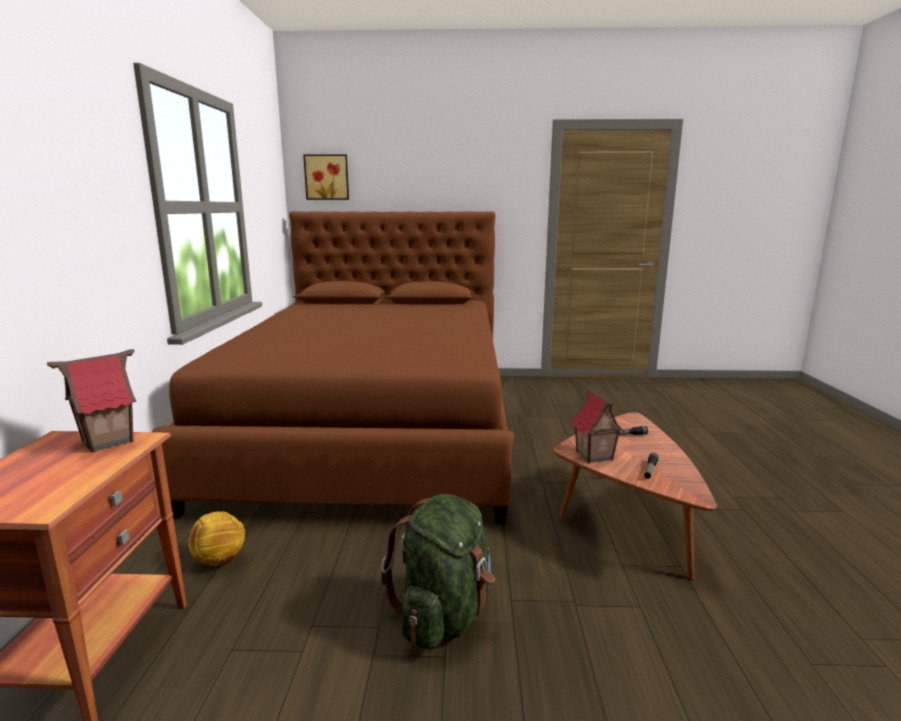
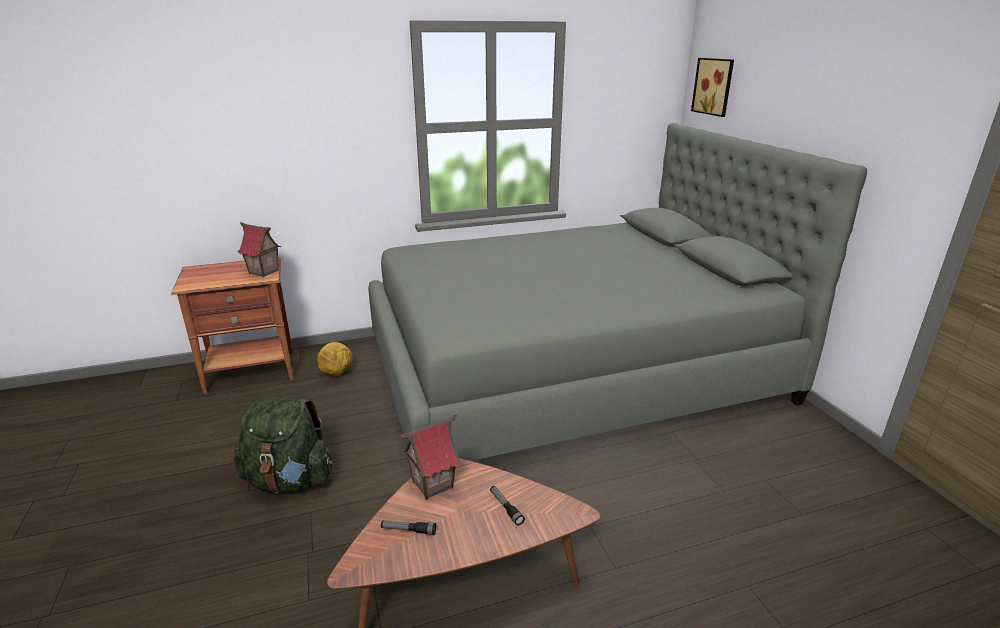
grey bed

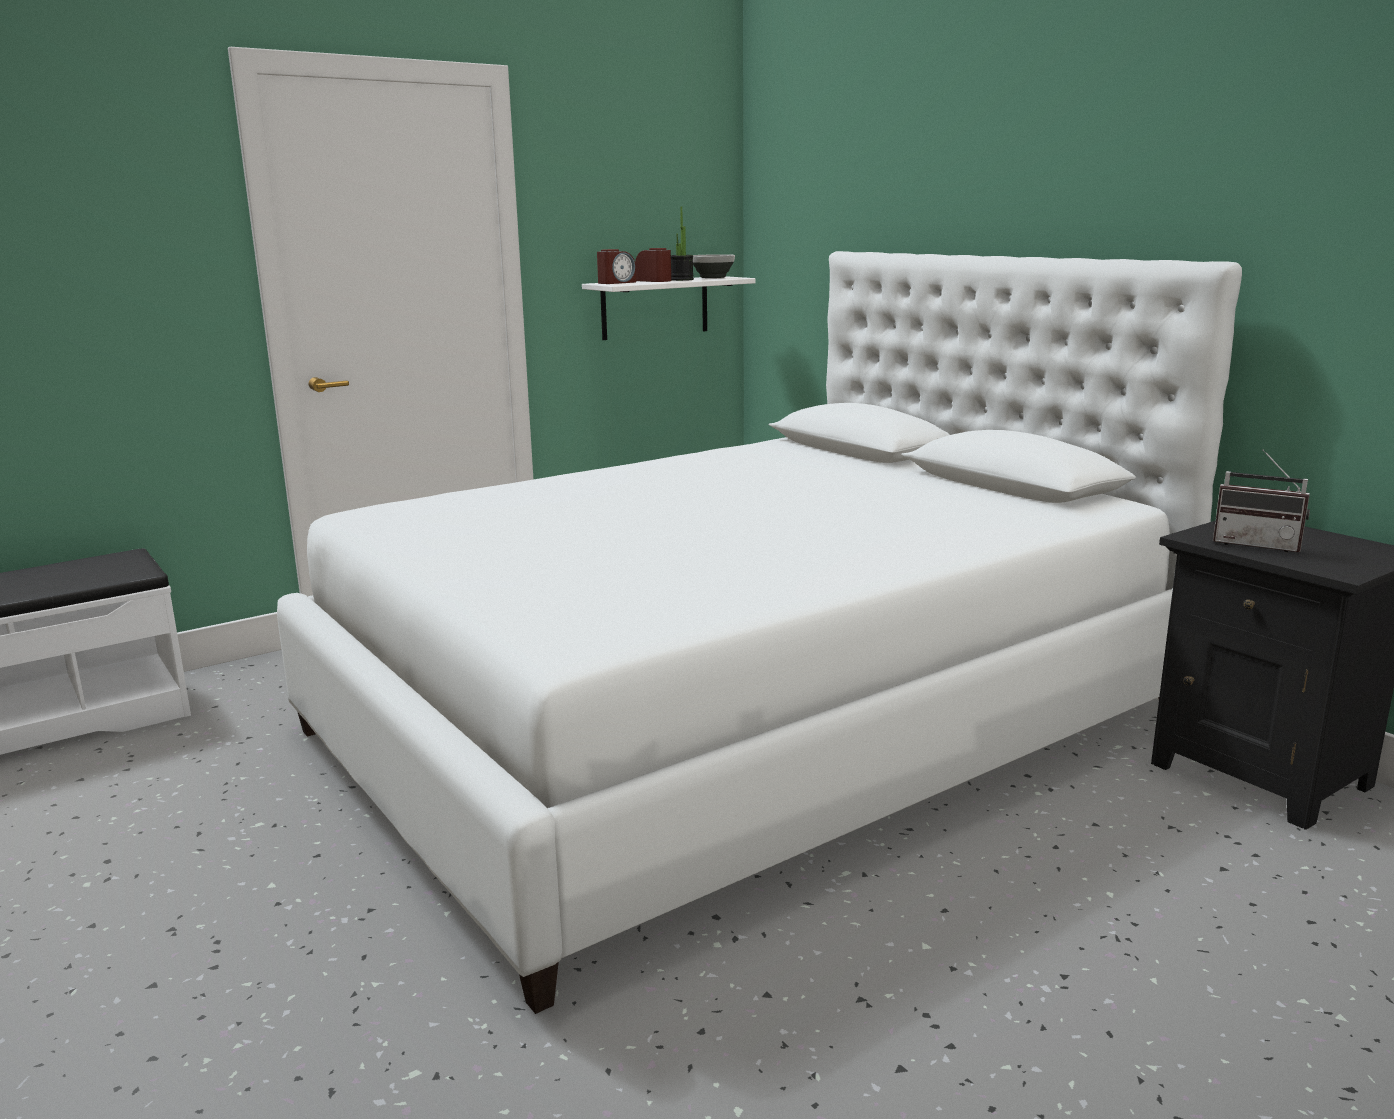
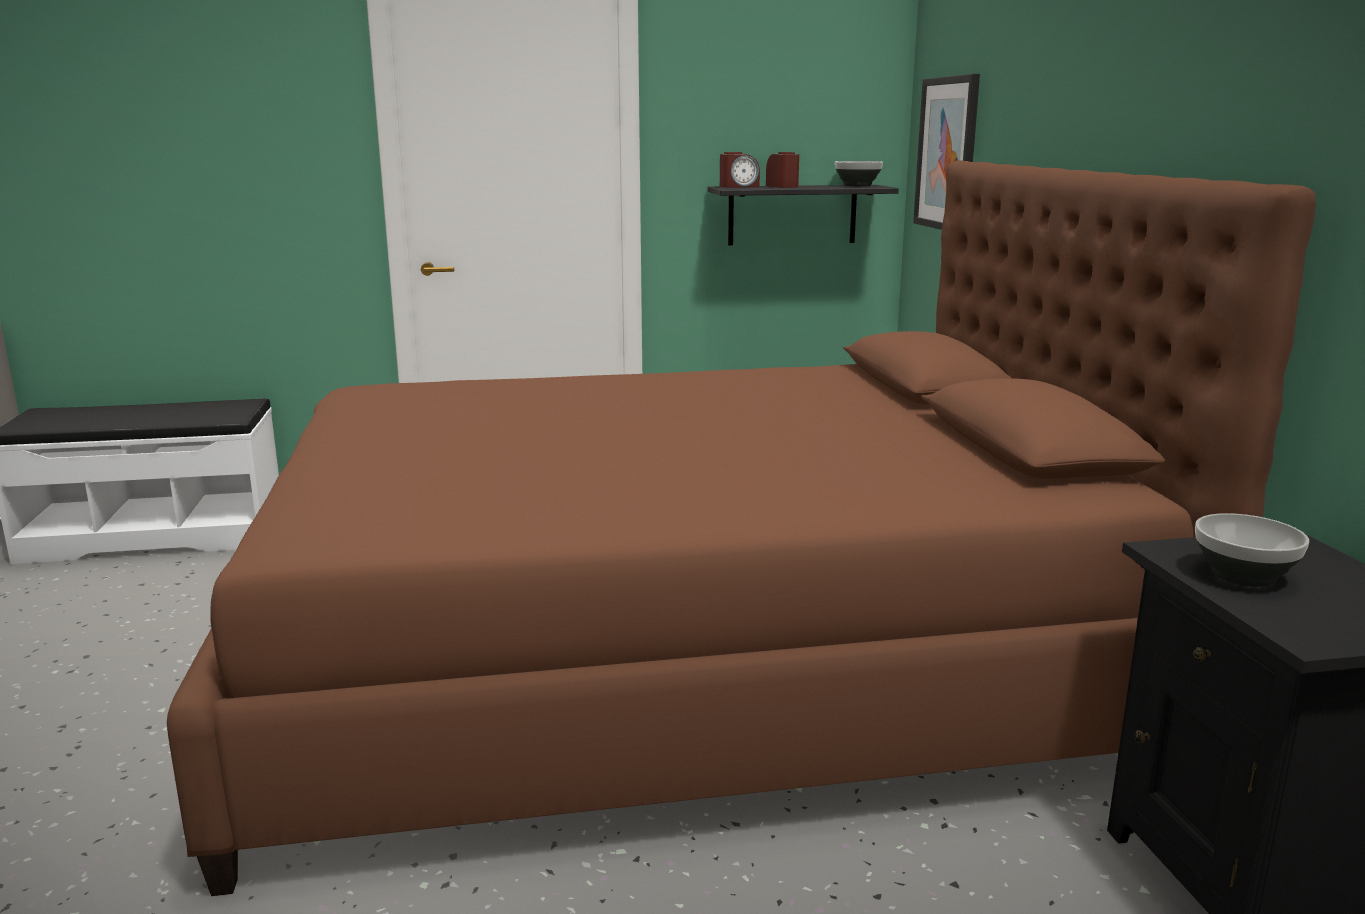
potted plant
picture
bowl (no. 2 from left)
brown bed
black shelf

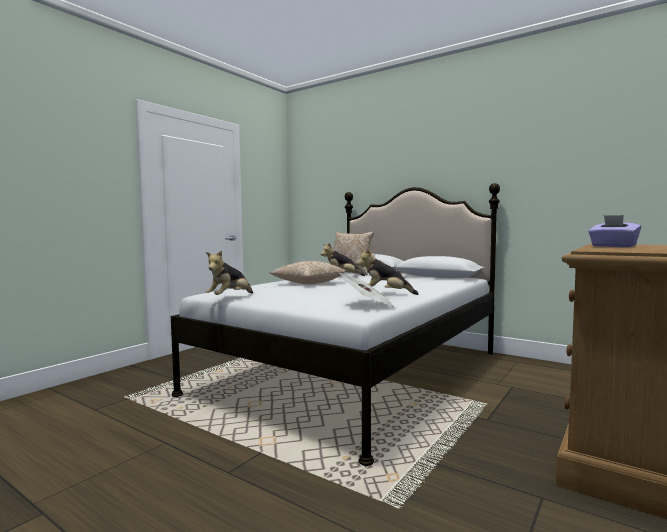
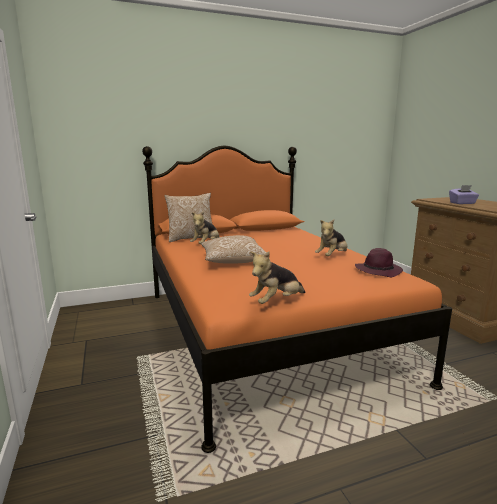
purple hat
orange bed
plush toy (no. 2 from left)

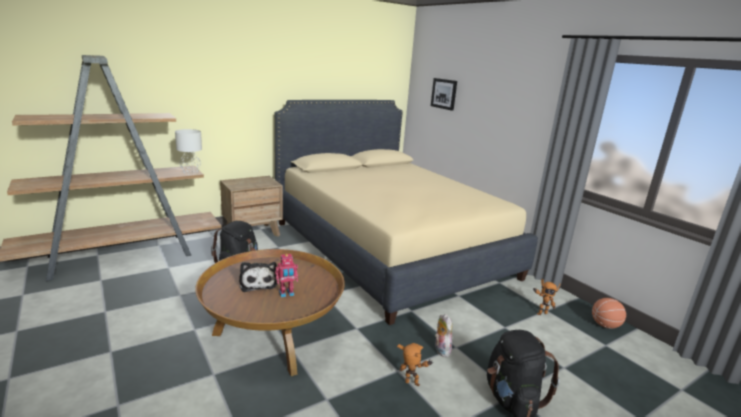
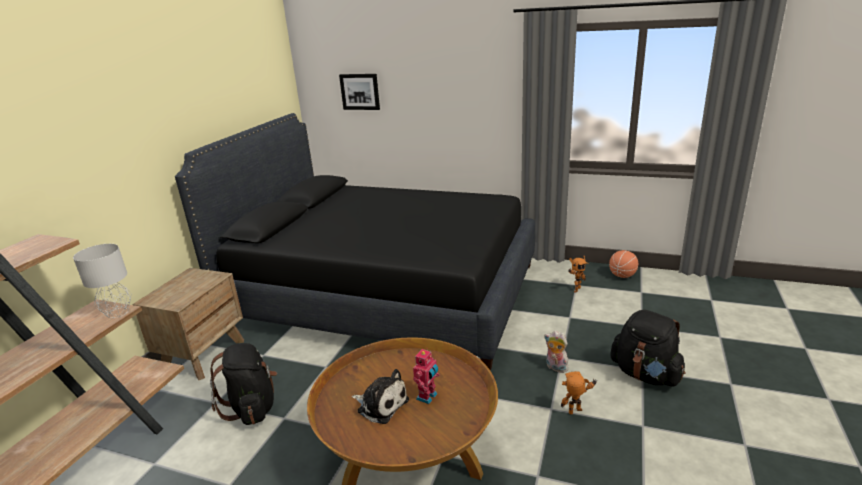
black bed

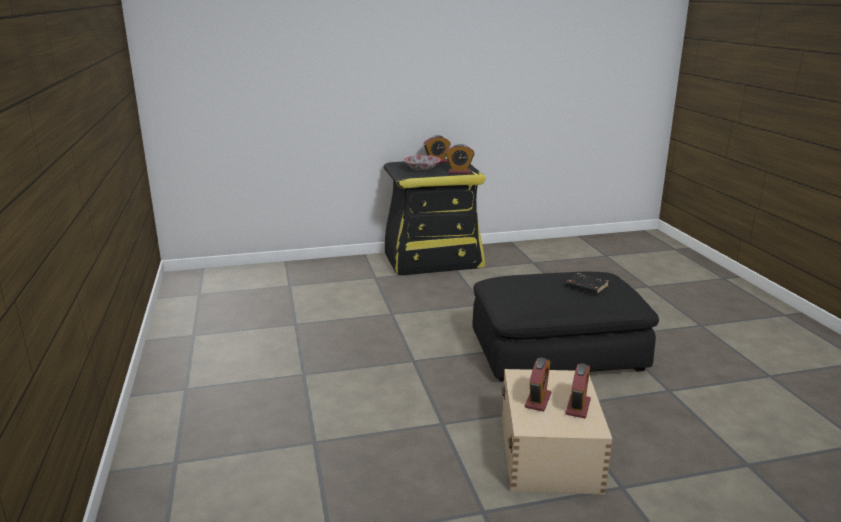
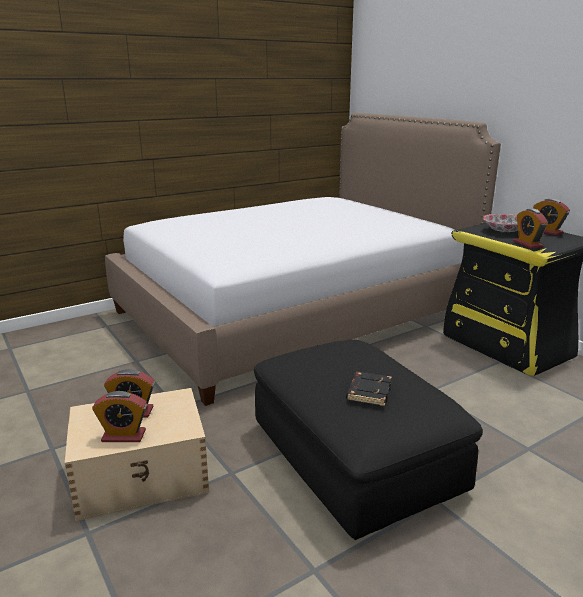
bed

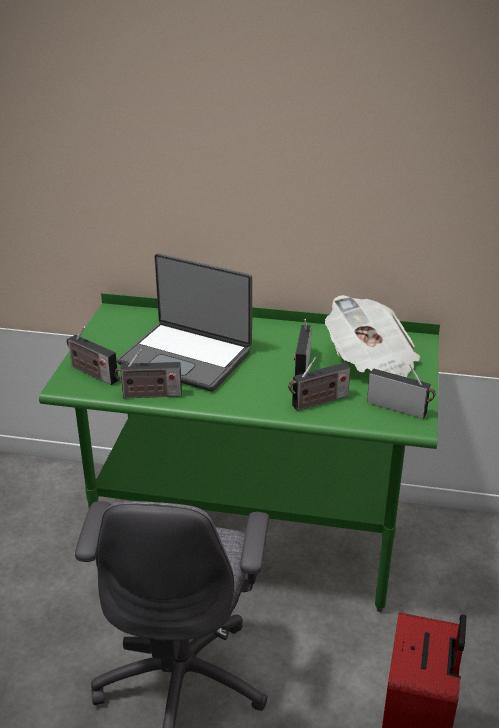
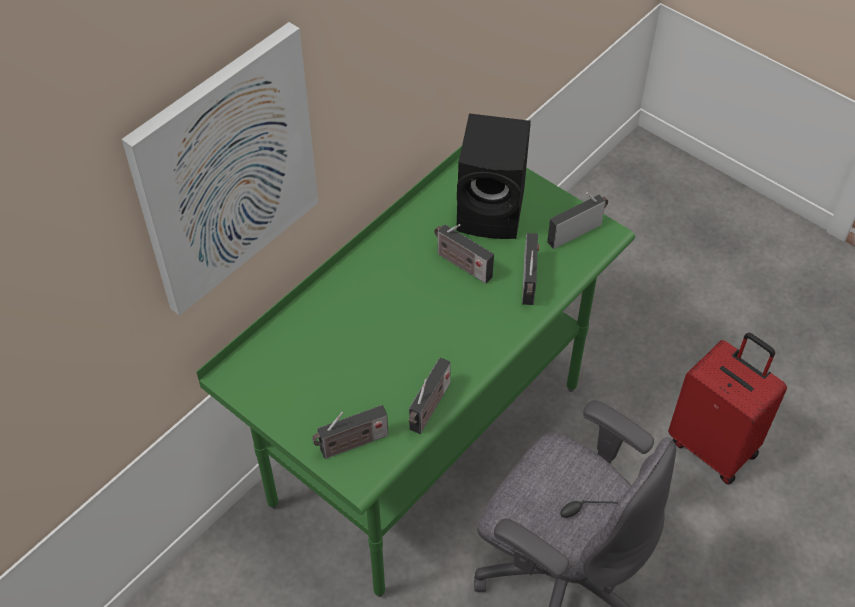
laptop
picture
black speaker

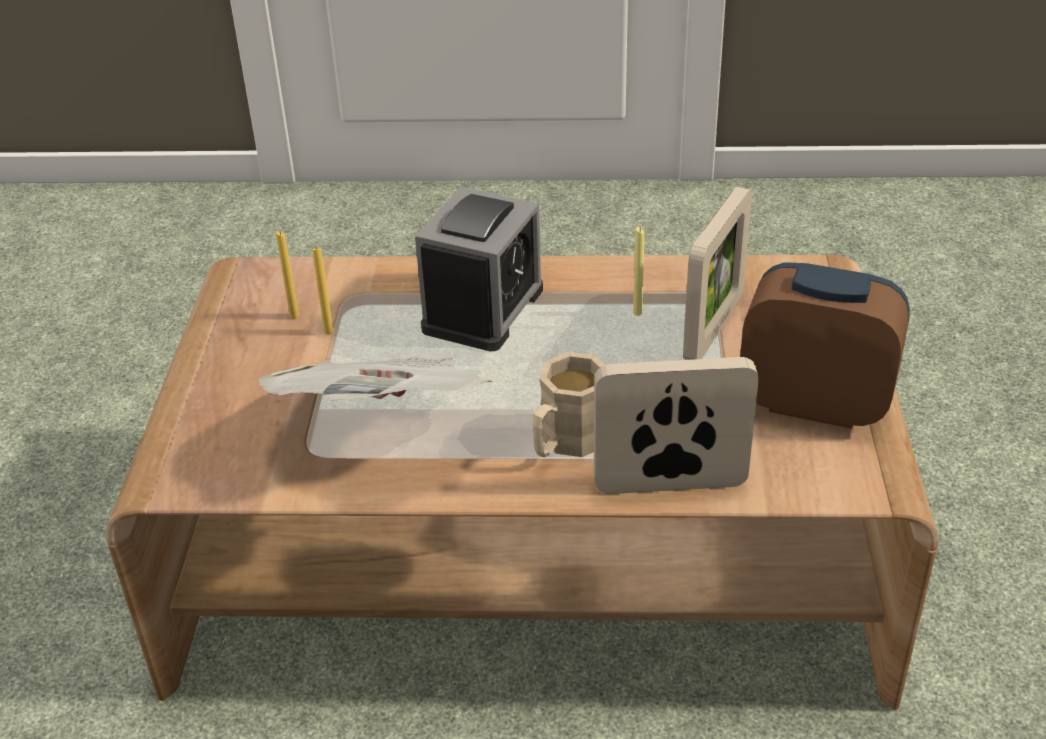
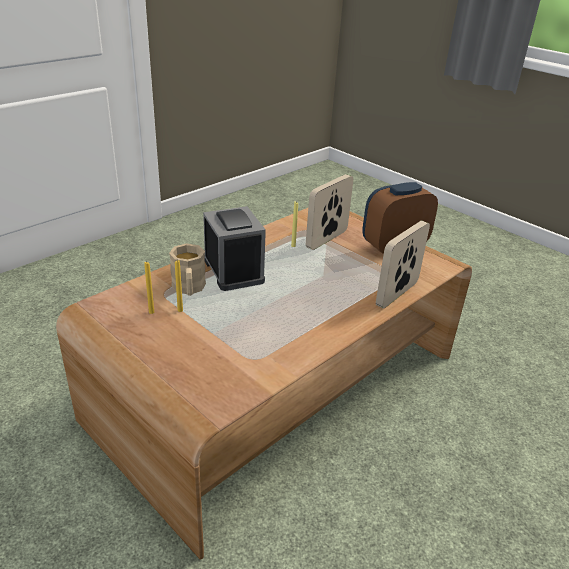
newspaper
beige mug
picture frame (no. 1 from left)

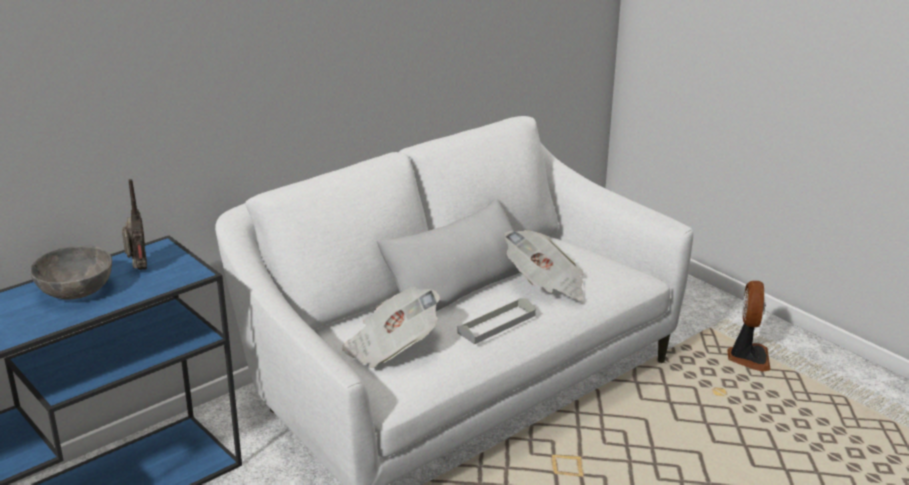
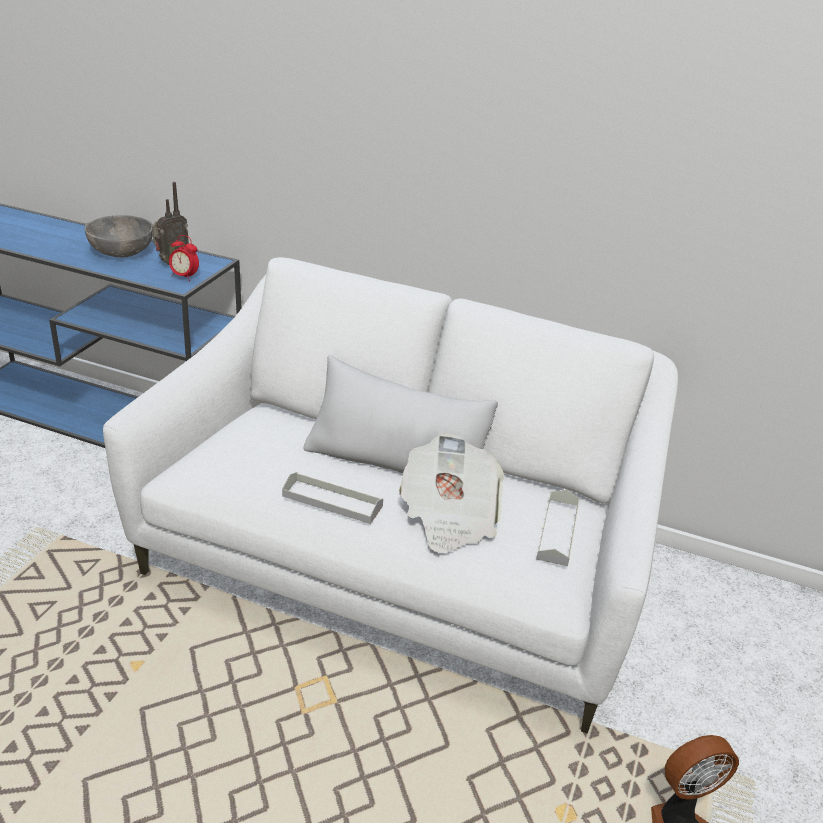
newspaper (no. 1 from left in the first image)
alarm clock
grey tray (no. 2 from left)

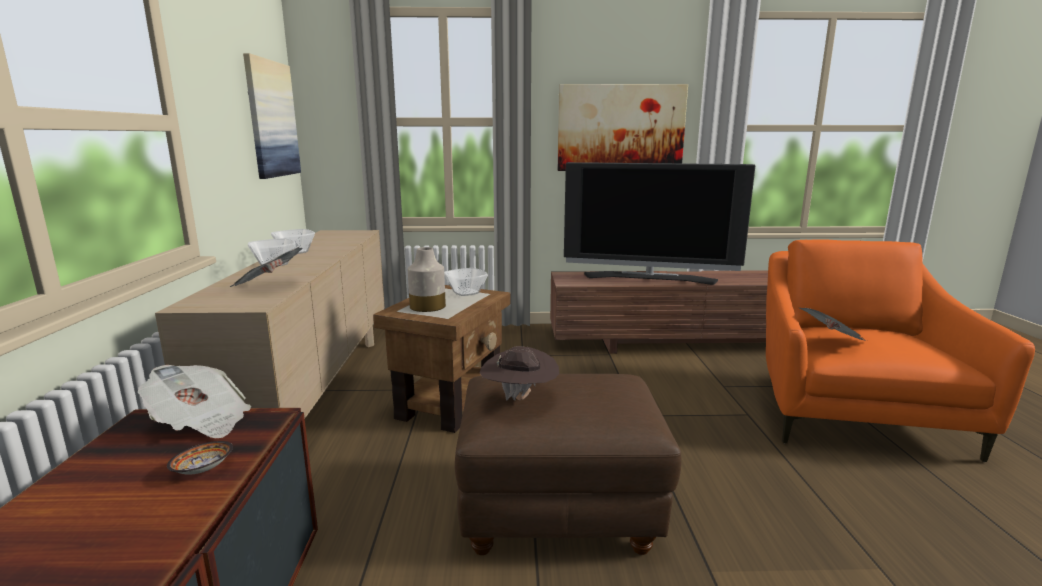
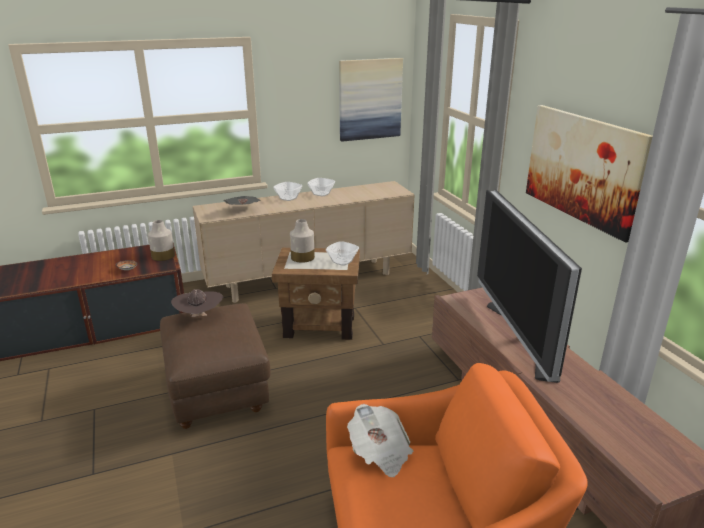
beige vase (no. 1 from left)

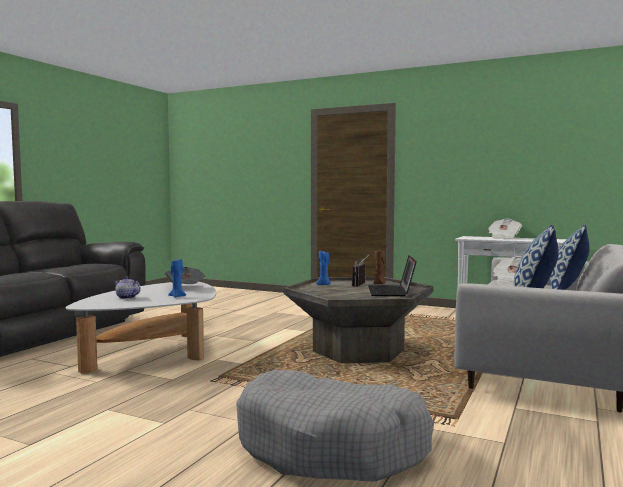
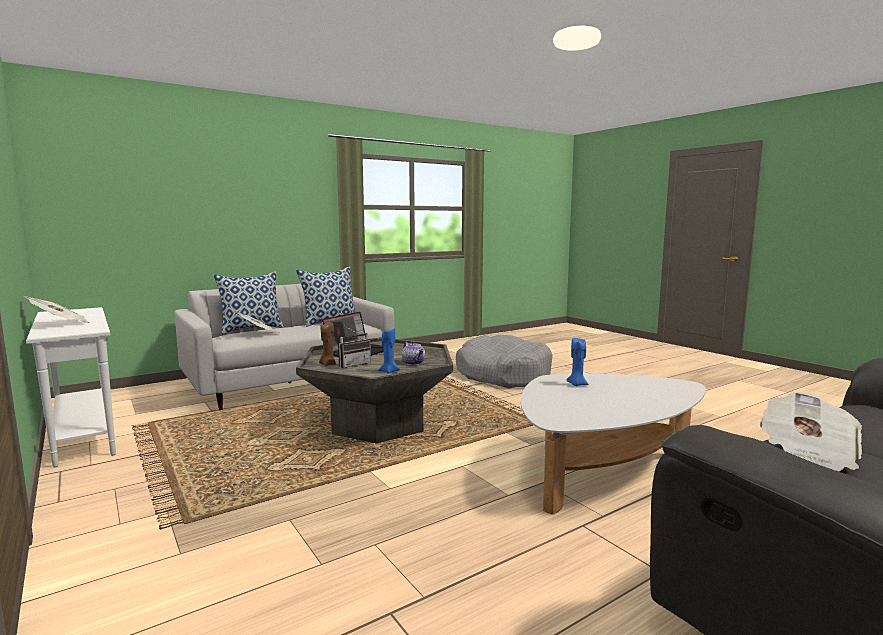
teapot
newspaper (no. 3 from left)

